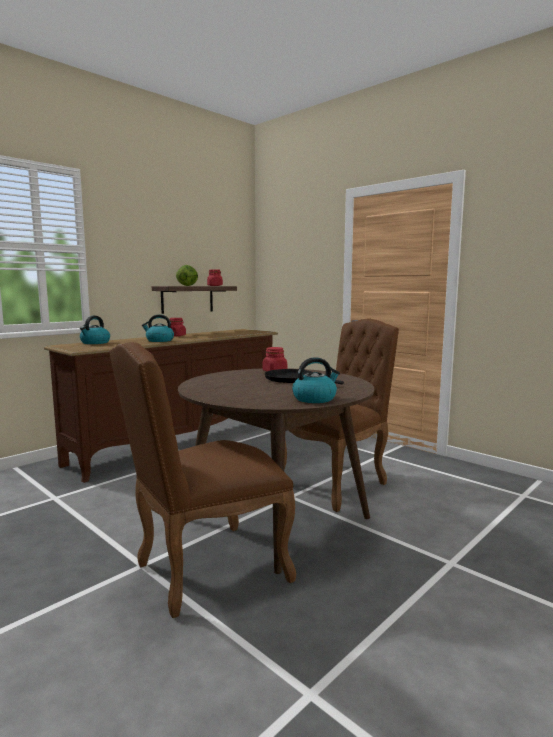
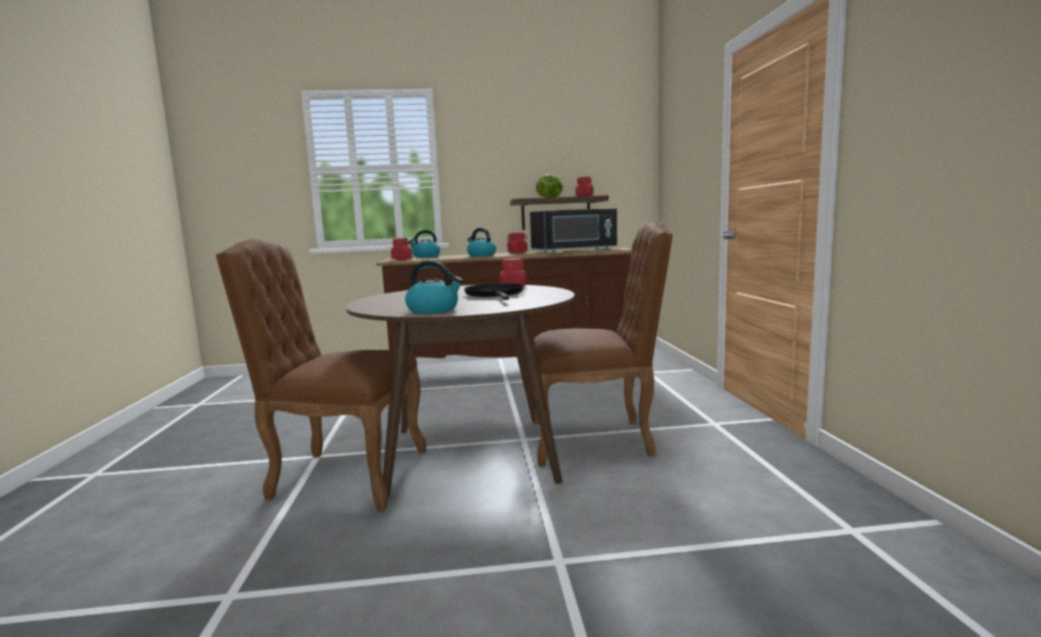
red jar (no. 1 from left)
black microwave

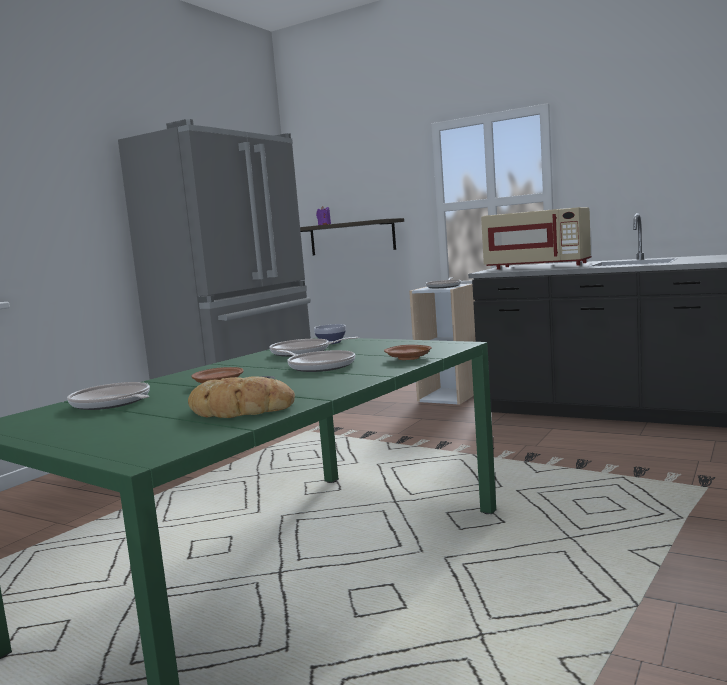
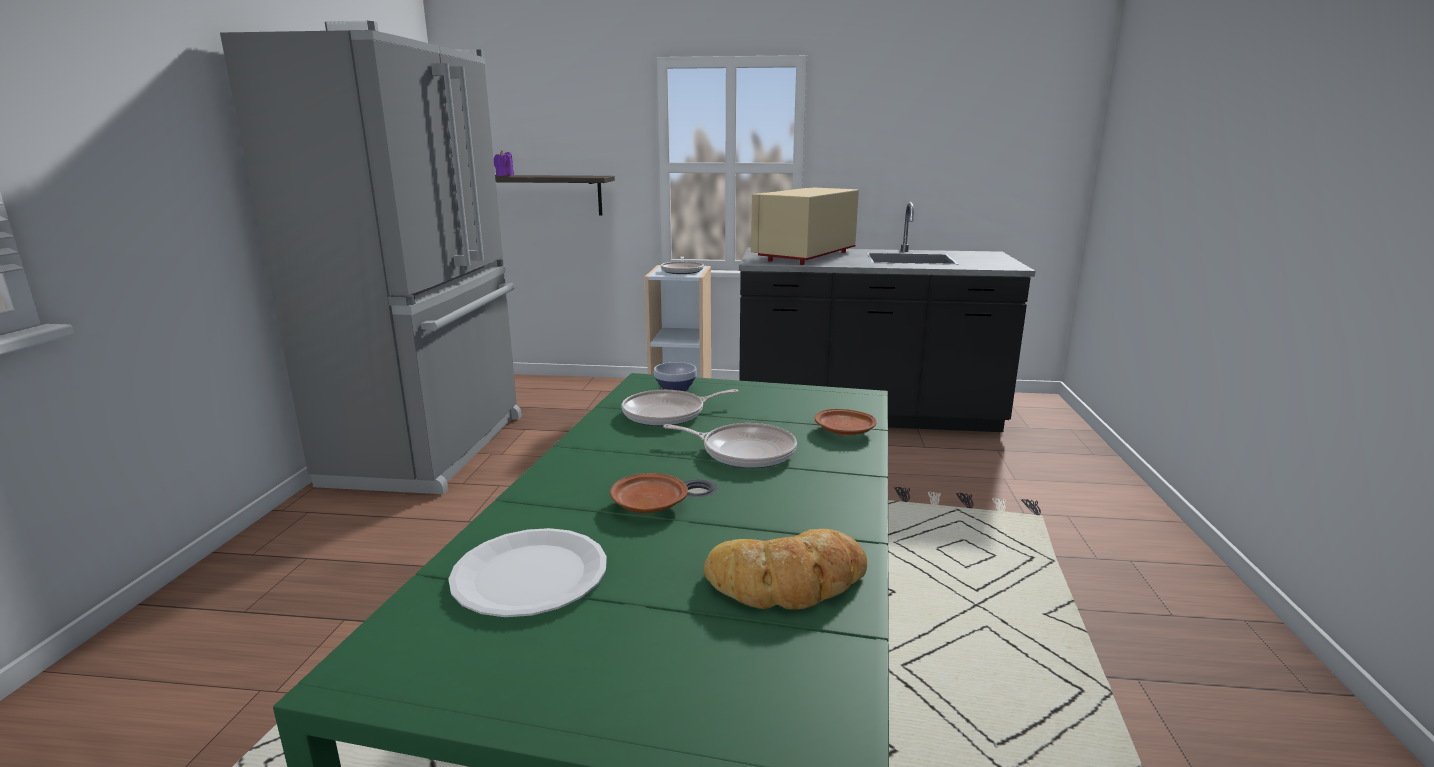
white plate
beige microwave

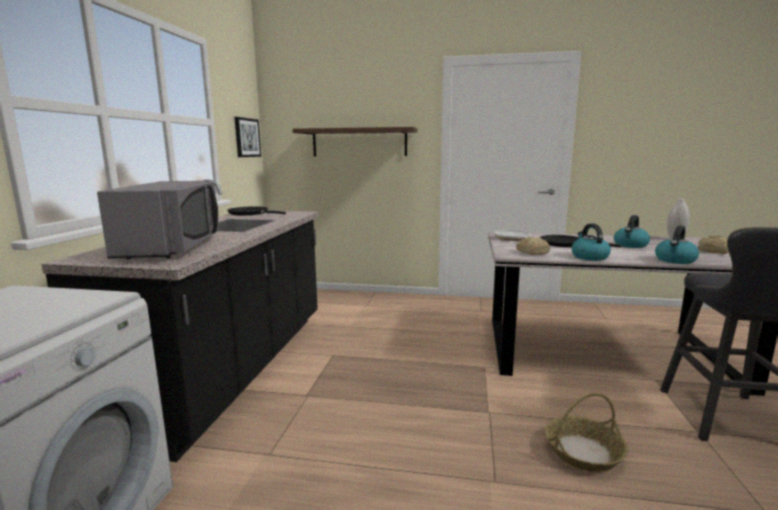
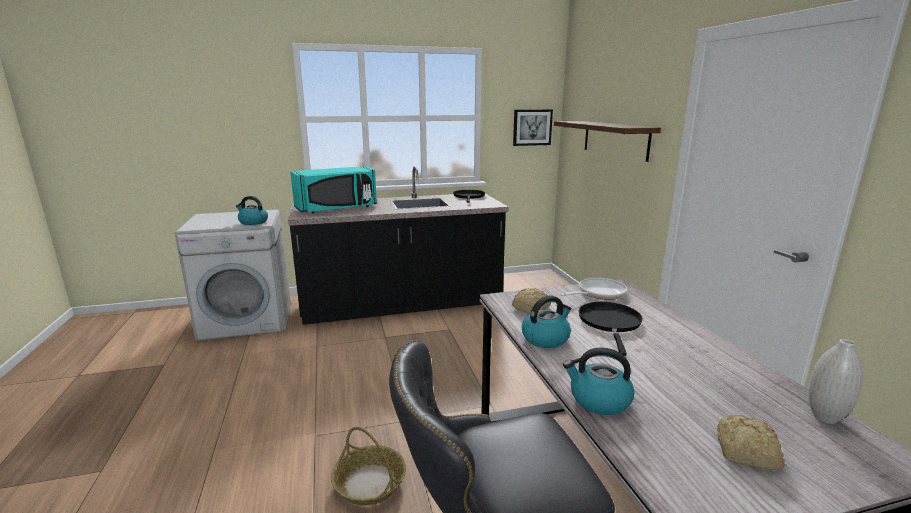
kettle (no. 1 from left)
turquoise microwave

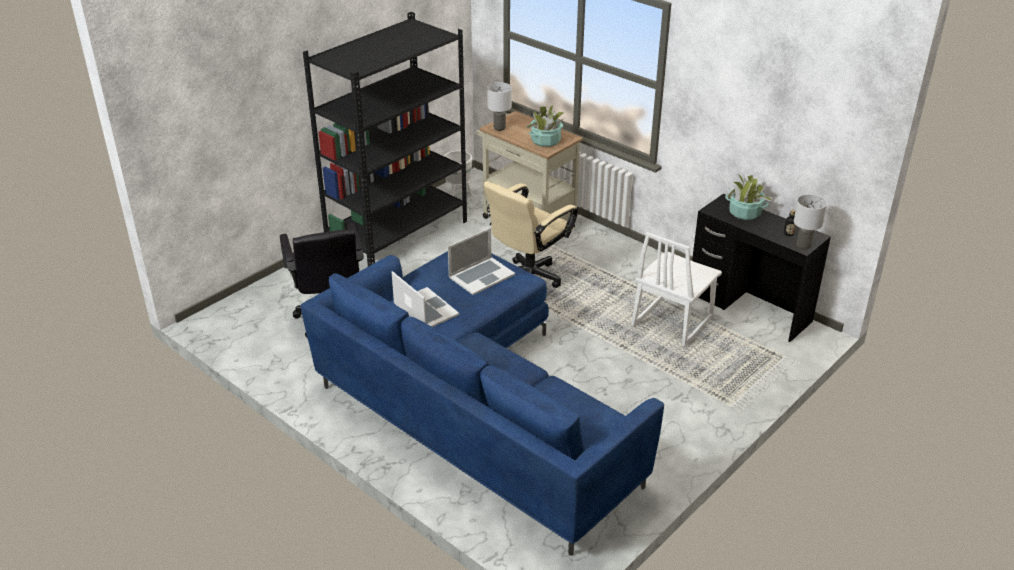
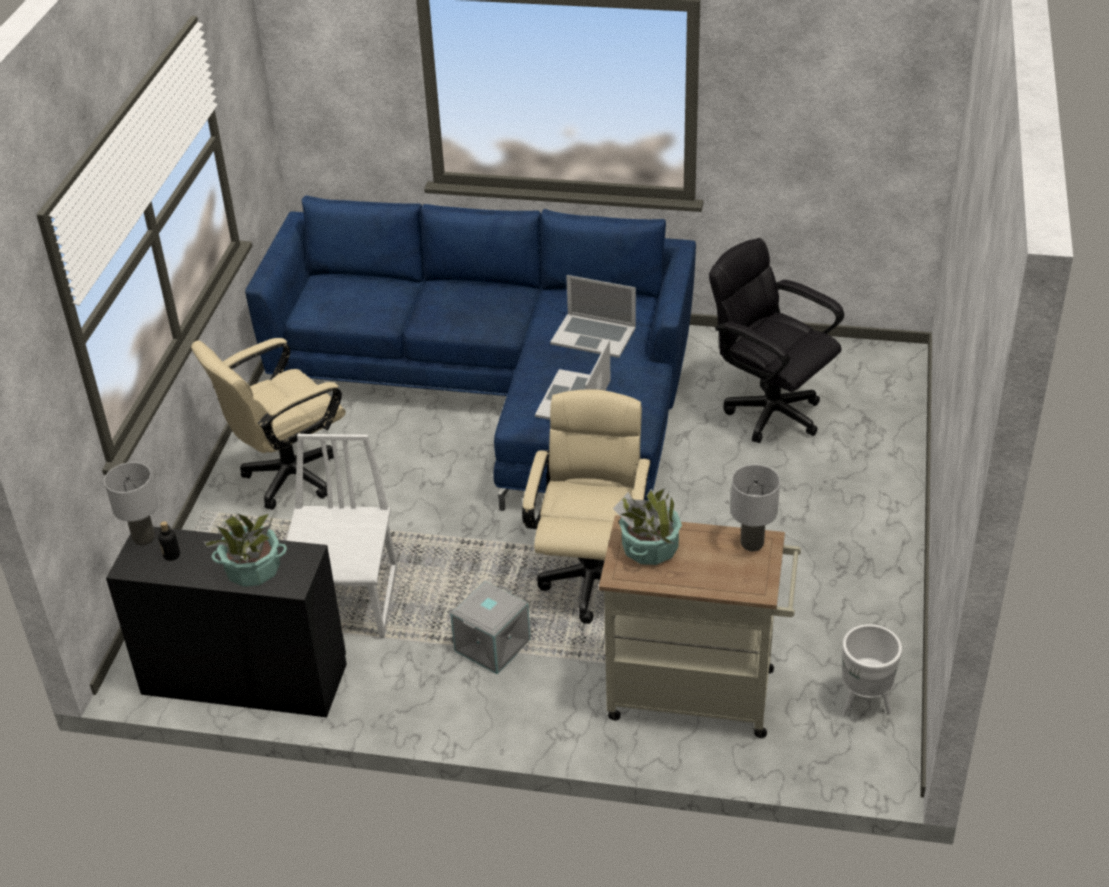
black bookcase
beige office chair (no. 1 from left)
grey storage box

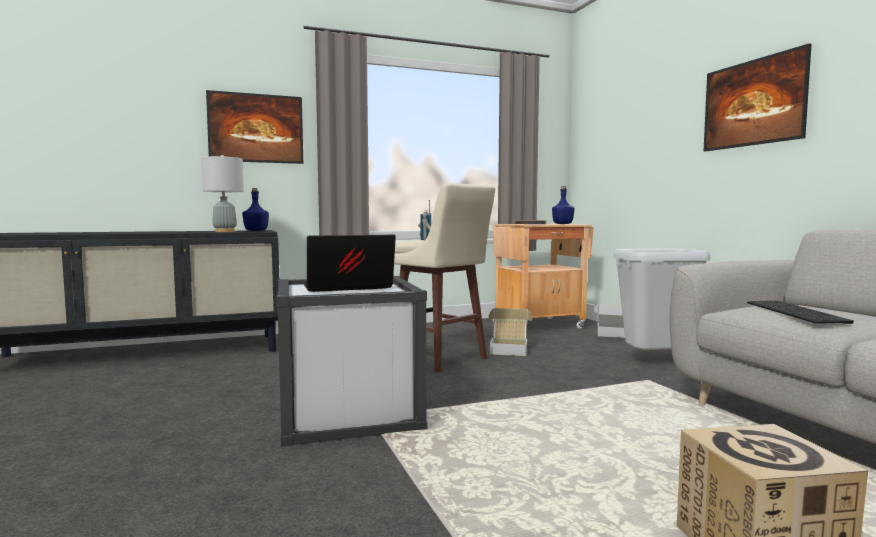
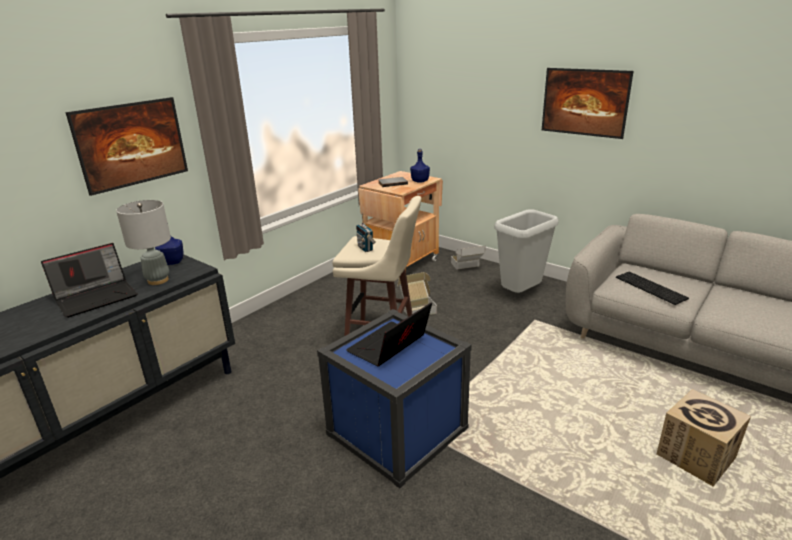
laptop (no. 1 from left)
blue storage box

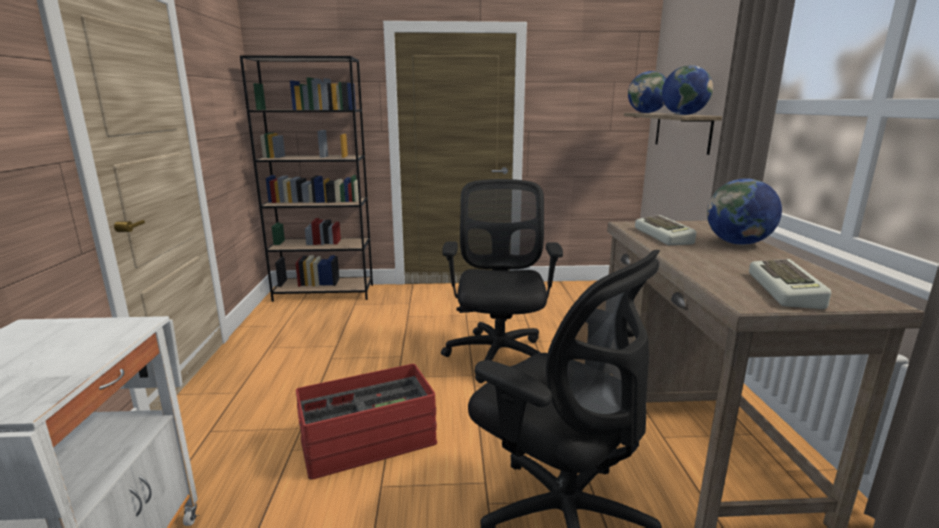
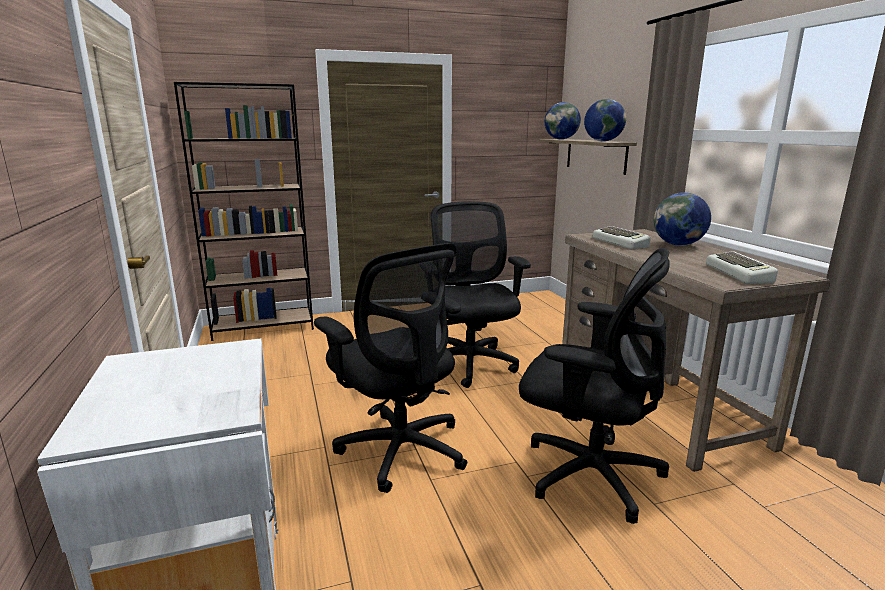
black office chair (no. 1 from left)

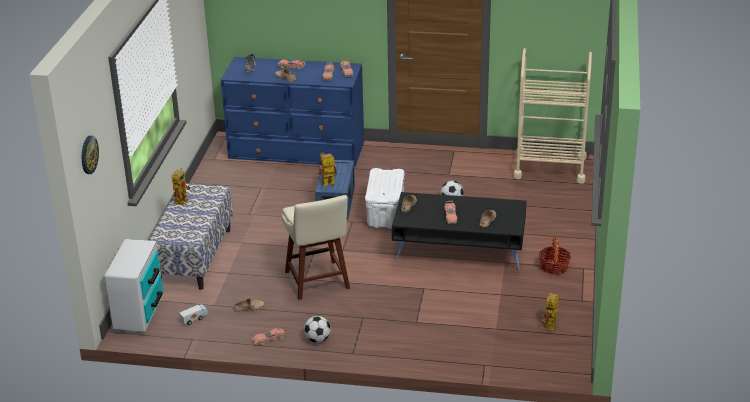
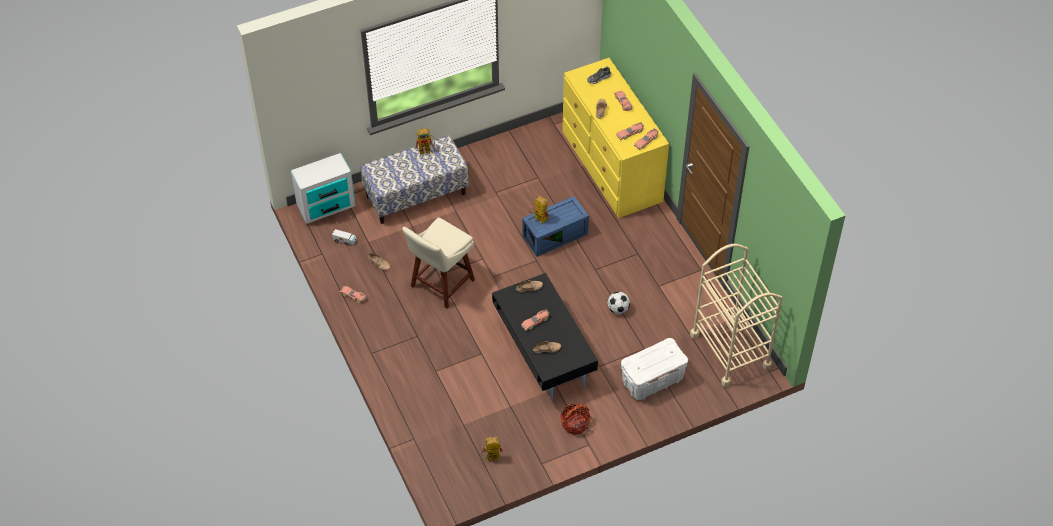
wall clock
football (no. 1 from left in the first image)
white storage box
yellow dresser

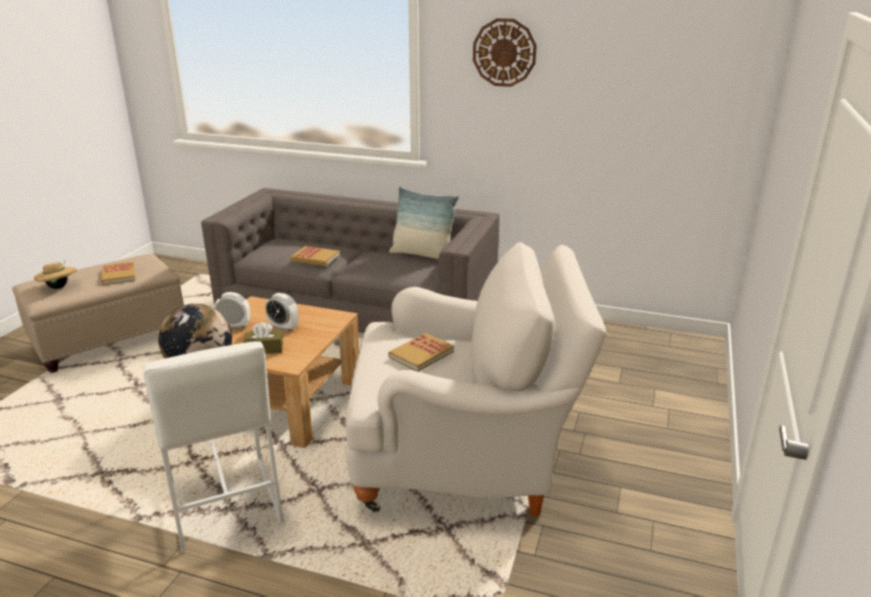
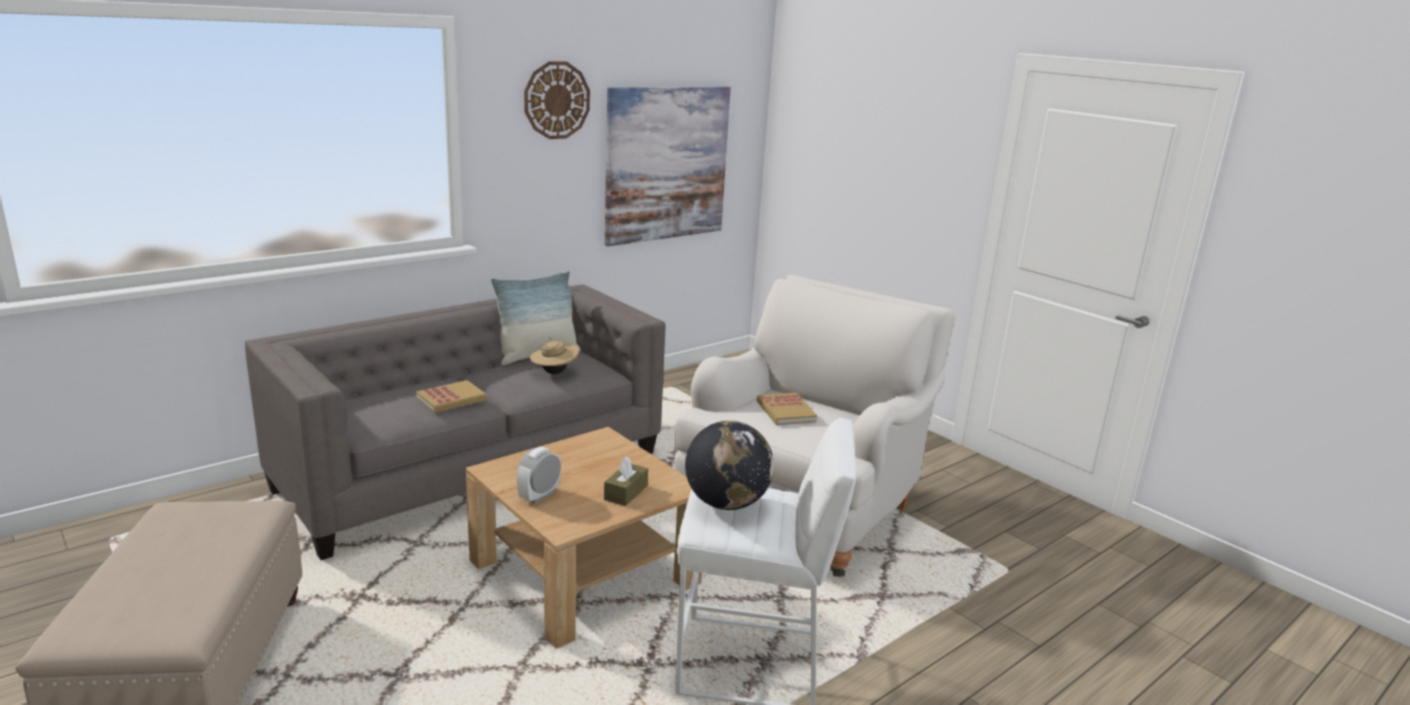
book (no. 1 from left in the first image)
alarm clock (no. 2 from left in the first image)
picture
beige hat

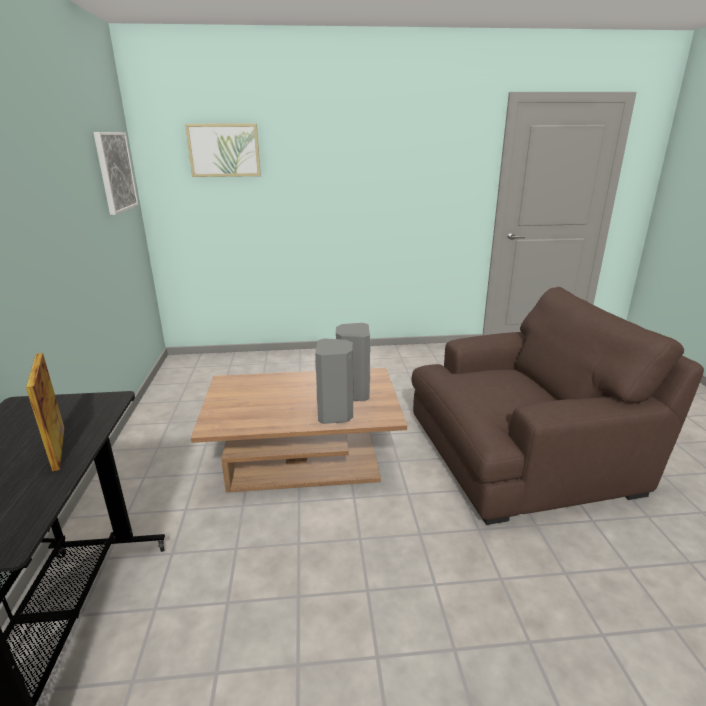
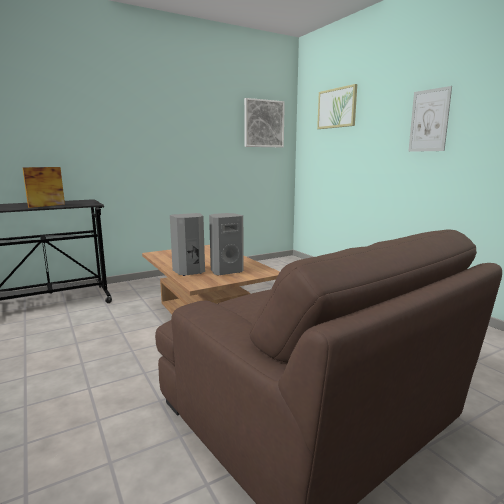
picture (no. 3 from left)

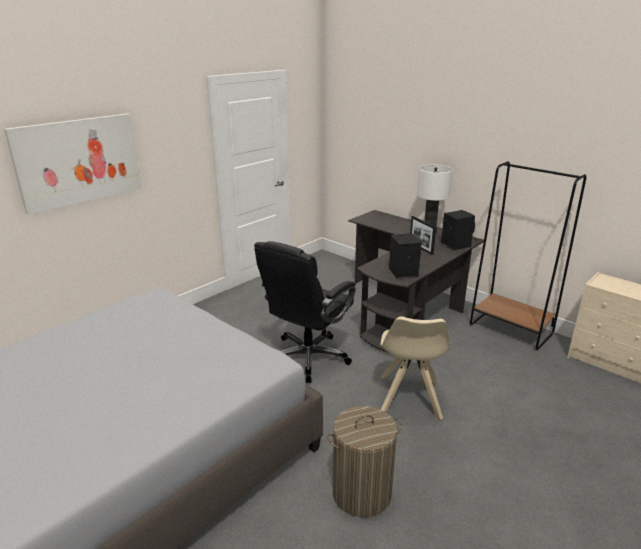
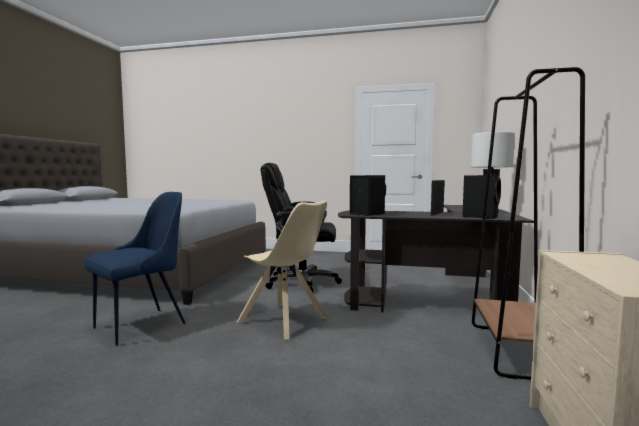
picture
blue chair
beige chair

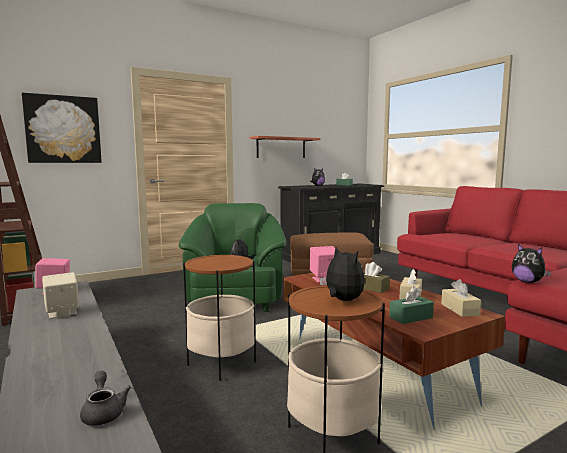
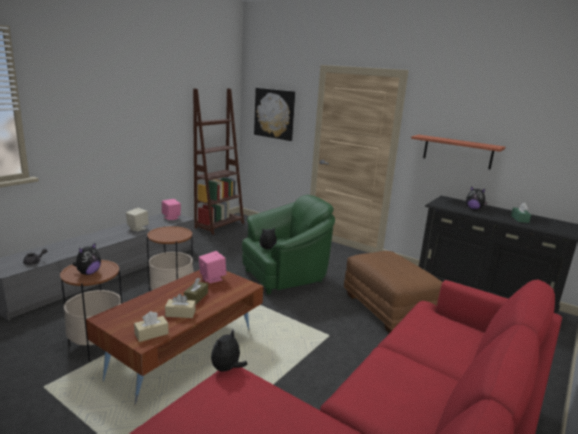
green tissue box (no. 2 from left in the first image)

